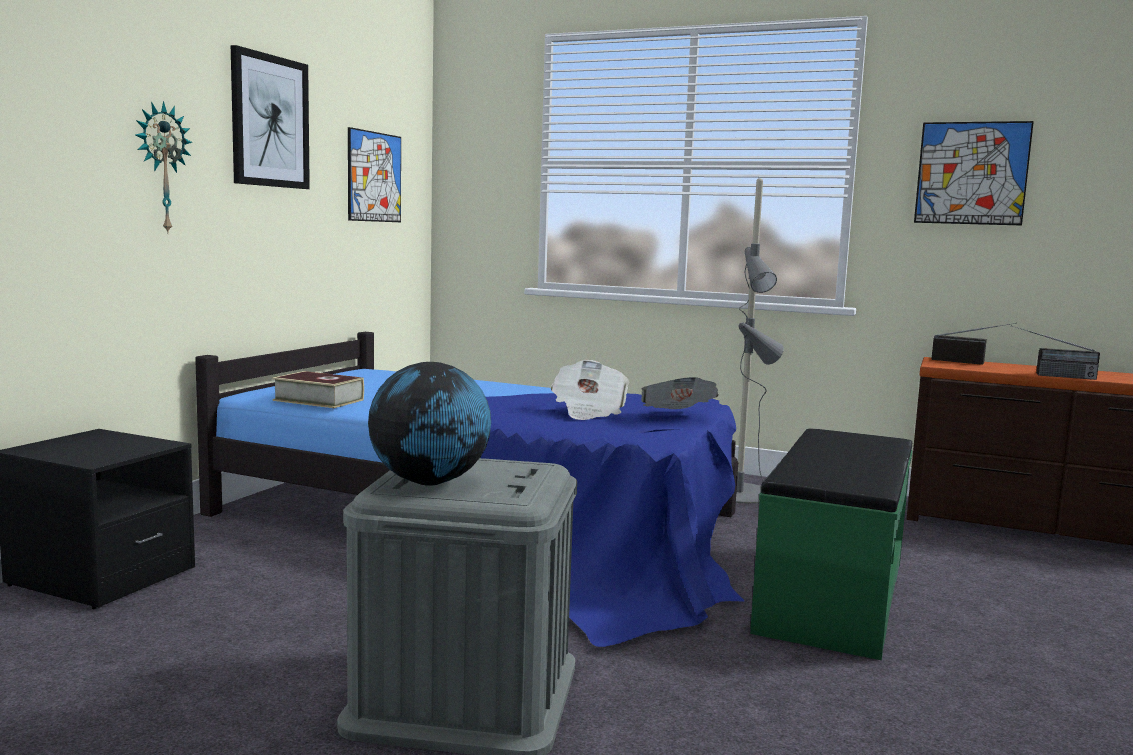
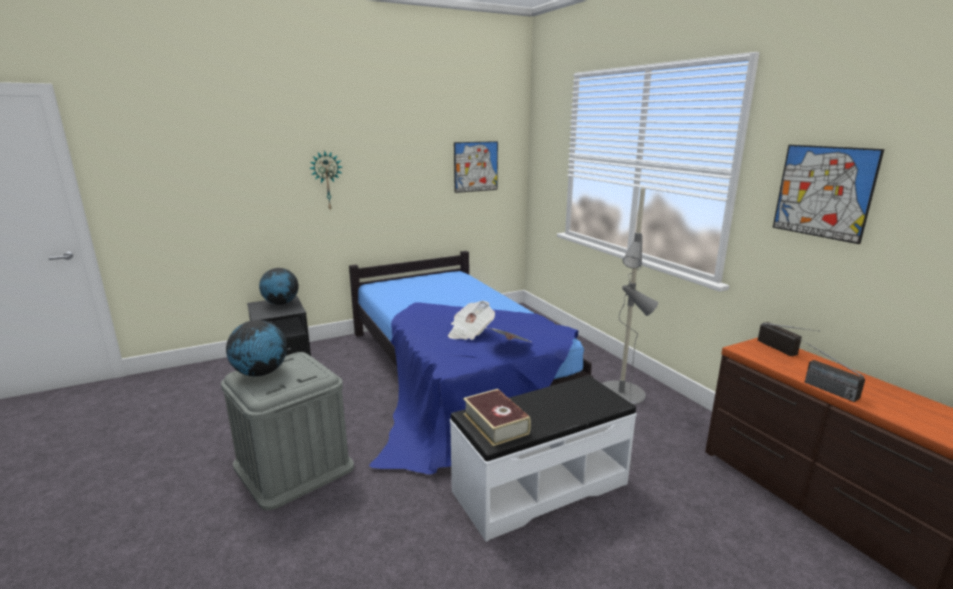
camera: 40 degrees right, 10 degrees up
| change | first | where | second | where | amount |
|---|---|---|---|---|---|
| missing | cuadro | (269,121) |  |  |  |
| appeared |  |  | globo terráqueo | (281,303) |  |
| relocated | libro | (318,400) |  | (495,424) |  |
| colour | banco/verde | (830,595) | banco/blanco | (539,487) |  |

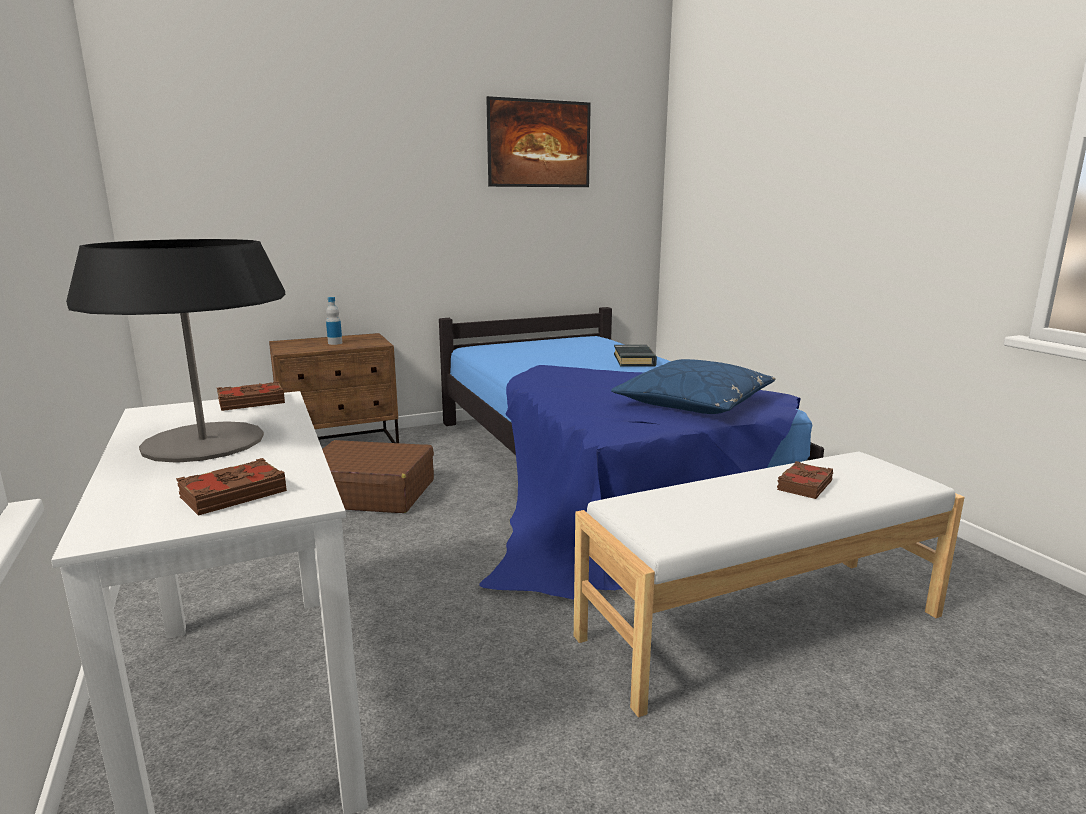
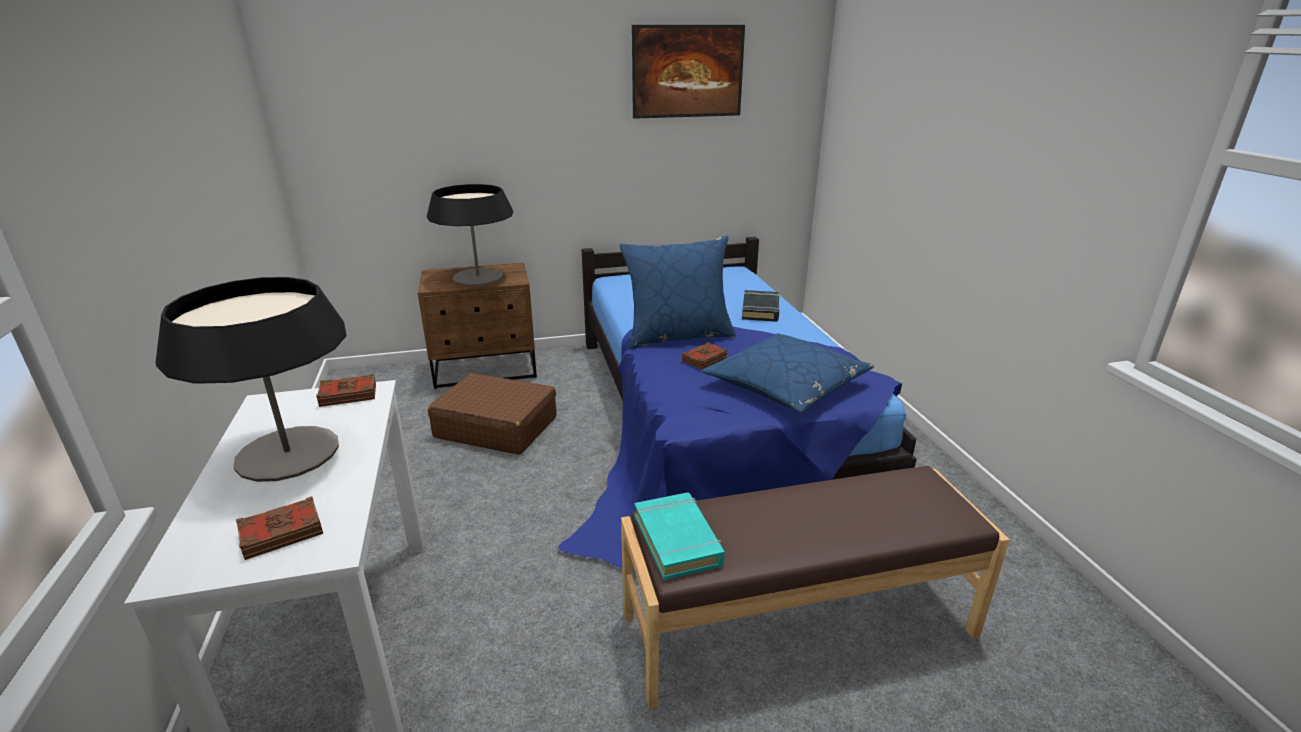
camera: 10 degrees right, 10 degrees up
| change | first | where | second | where | amount |
|---|---|---|---|---|---|
| appeared |  |  | cojín/azul | (678,336) |  |
| appeared |  |  | libro/turquesa | (678,540) |  |
| relocated | libro/marrón | (803,485) |  | (703,359) |  |
| exchanged | botella | (335,343) | lámpara de mesa | (478,277) |  |
| colour | banco/blanco | (760,625) | banco/marrón | (797,623) |  |

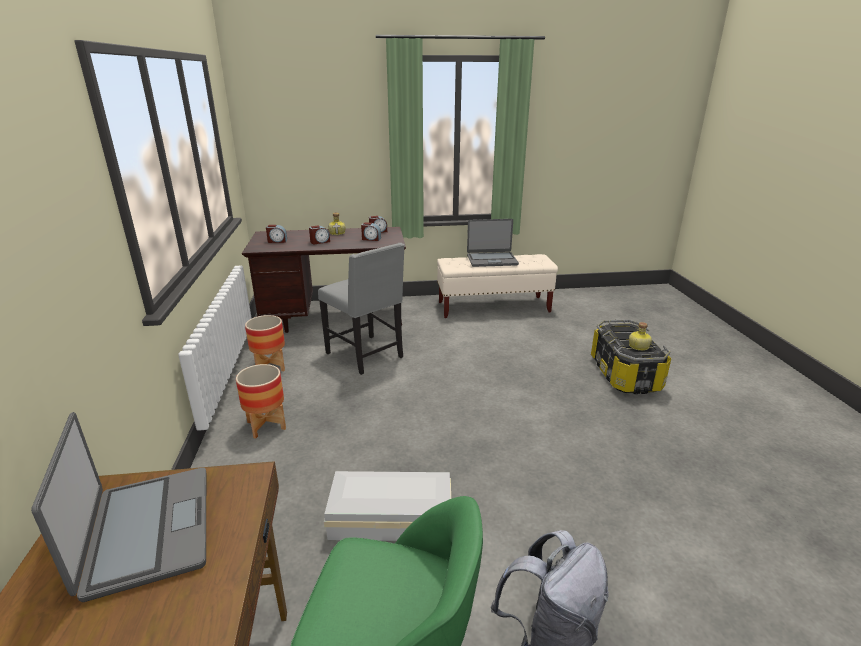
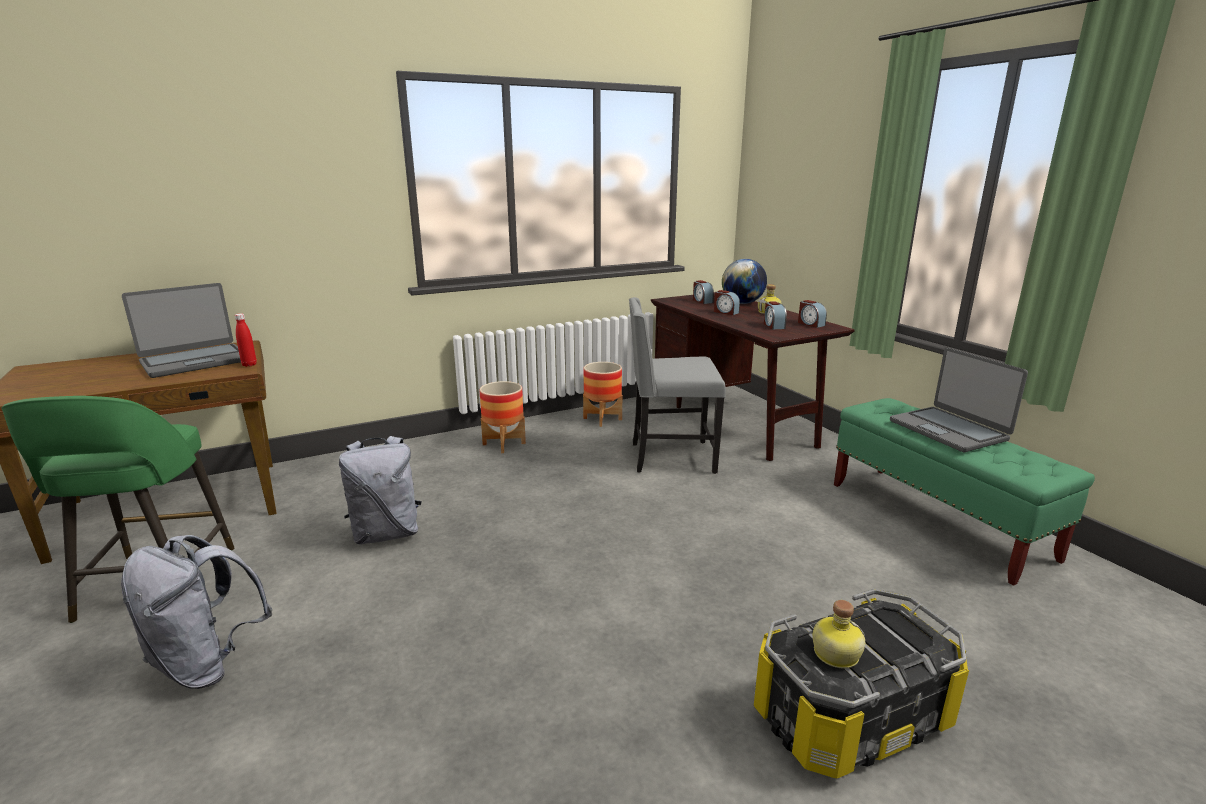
camera: 70 degrees right, 5 degrees down
| change | first | where | second | where | amount |
|---|---|---|---|---|---|
| appeared |  |  | botella/rojo | (249,365) |  |
| appeared |  |  | globo terráqueo | (742,303) |  |
| exchanged | caja de almacenaje/blanco | (389,516) | mochila/gris | (387,533) |  |
| colour | banco/beis | (494,307) | banco/verde | (937,520) |  |
| spun | silla/gris | (366,355) |  | (670,457) | 60 degrees clockwise |

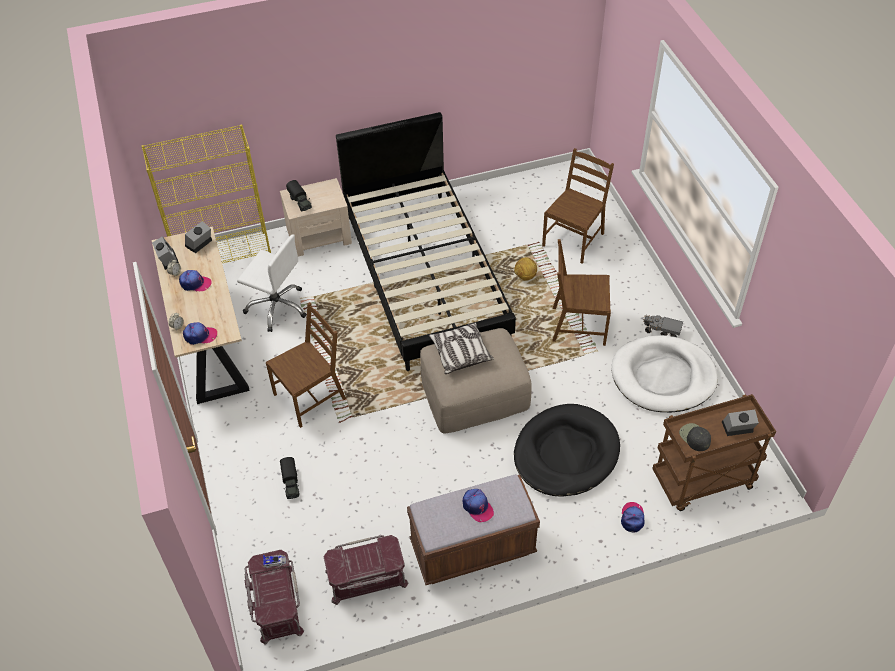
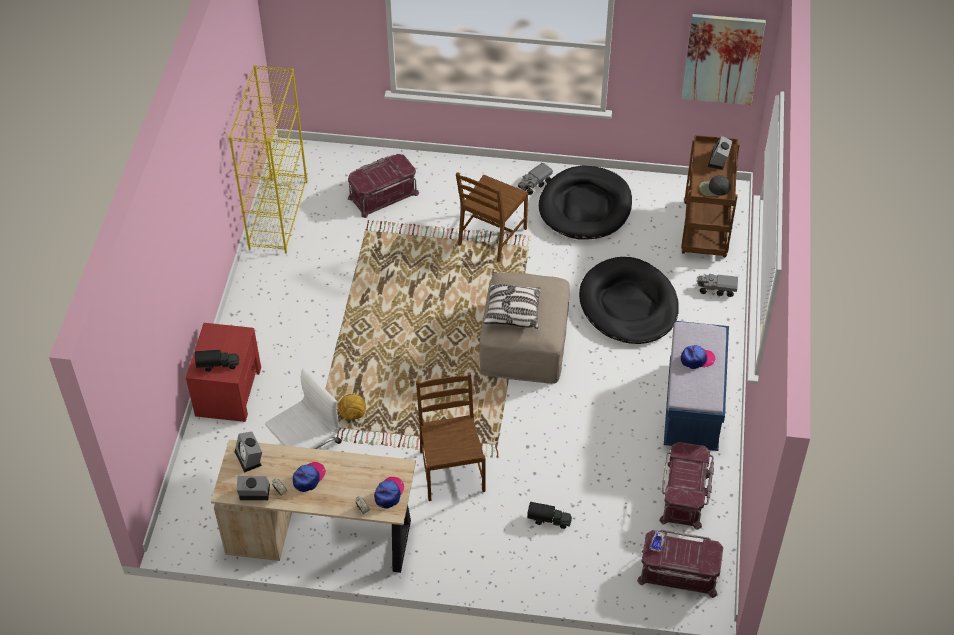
camera: 65 degrees left, 0 degrees up
| change | first | where | second | where | amount |
|---|---|---|---|---|---|
| missing | cama/negro | (425,276) |  |  |  |
| appeared |  |  | cuadro | (722,59) |  |
| relocated | estantería/amarillo | (223,254) |  | (278,214) |  |
| relocated | balón de fútbol | (525,277) |  | (353,415) |  |
| exchanged | silla/marrón | (574,239) | caja de almacenaje/rojo | (383,195) |  |
| exchanged | gorra | (632,518) | camión de juguete | (716,289) |  |
| colour | mesita de noche/beis | (319,236) | mesita de noche/rojo | (228,390) |  |
| colour | banco/marrón | (472,549) | banco/azul | (693,407) |  |
| colour | cama para perro/blanco | (663,377) | cama para perro/negro | (585,206) |  |

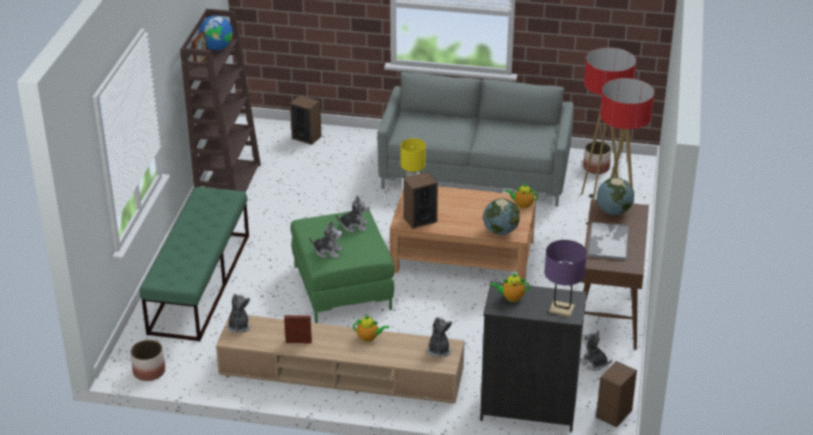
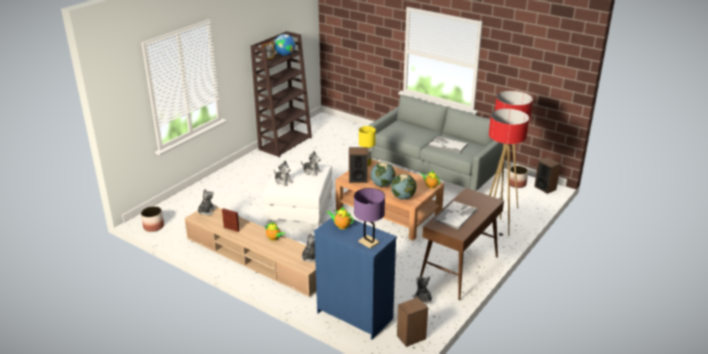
camera: 25 degrees right, 5 degrees down
| change | first | where | second | where | amount |
|---|---|---|---|---|---|
| missing | banco/verde | (200,283) |  |  |  |
| appeared |  |  | bandeja | (447,145) |  |
| relocated | altavoz | (306,137) |  | (545,188) |  |
| relocated | globo terráqueo | (613,211) |  | (382,185) |  |
| colour | puf/verde | (342,287) | puf/blanco | (300,211) |  |
| colour | cómoda/negro | (528,408) | cómoda/azul | (355,315) |  |

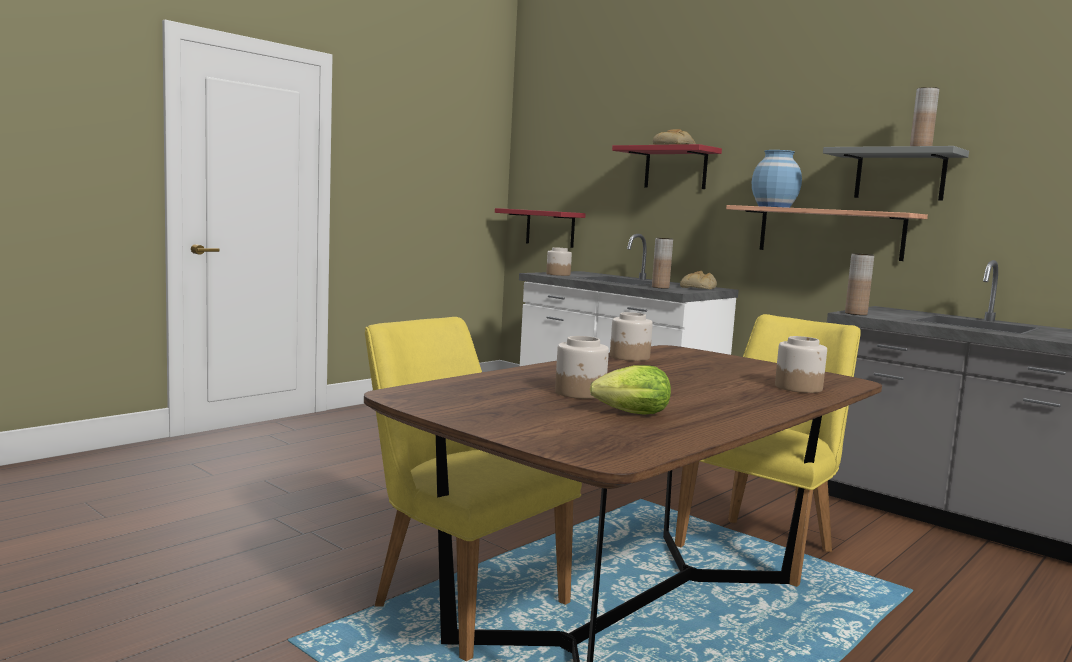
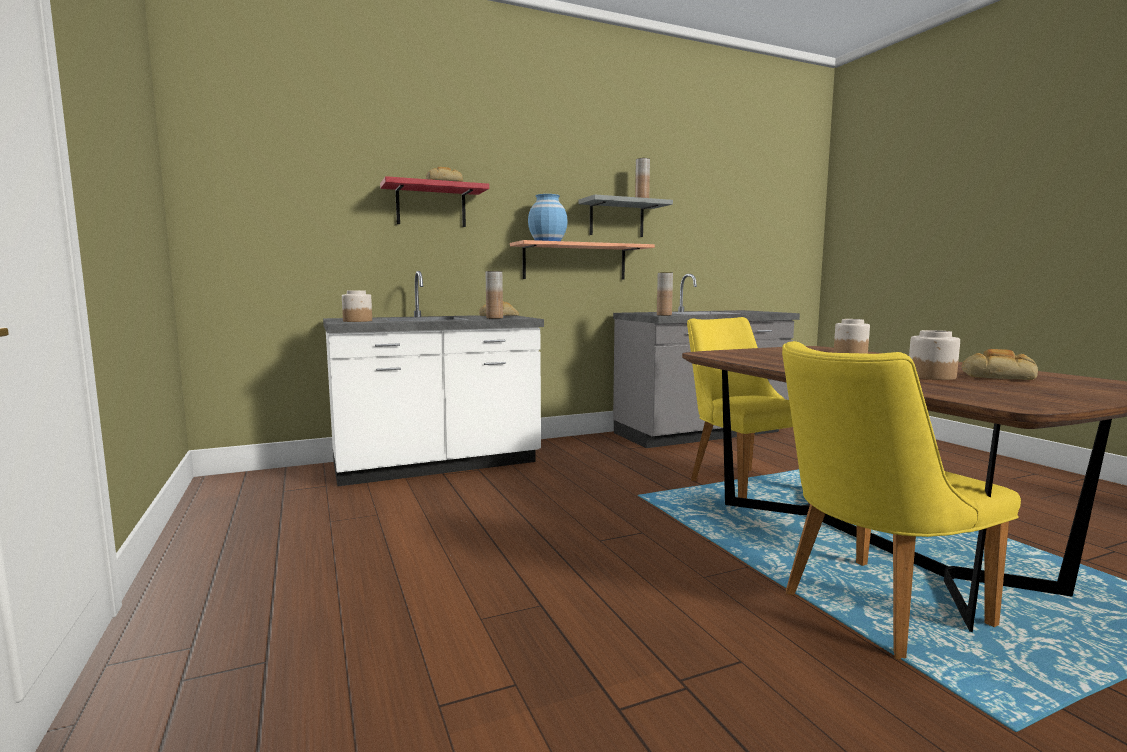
camera: 65 degrees left, 0 degrees up
| change | first | where | second | where | amount |
|---|---|---|---|---|---|
| missing | estante/rojo | (550,228) |  |  |  |
| missing | tarro | (629,357) |  |  |  |
| exchanged | lechuga | (628,414) | pan | (998,376) |  |

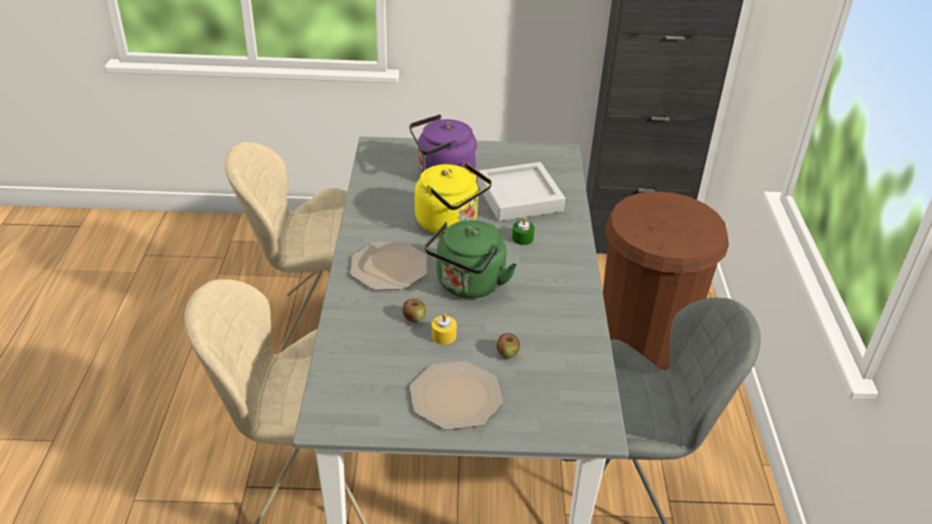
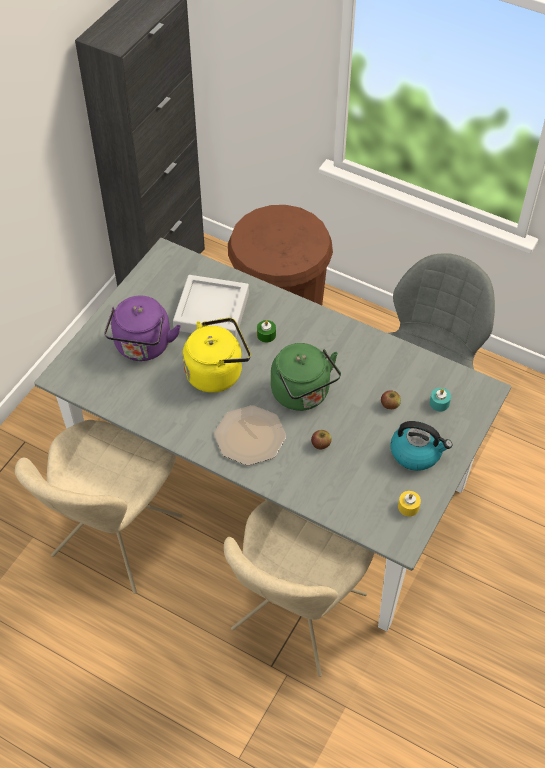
camera: 60 degrees left, 15 degrees up
| change | first | where | second | where | amount |
|---|---|---|---|---|---|
| appeared |  |  | vela/turquesa | (439,403) |  |
| relocated | vela/amarillo | (443,336) |  | (408,507) |  |
| exchanged | plato | (456,396) | hervidor | (416,453) |  |

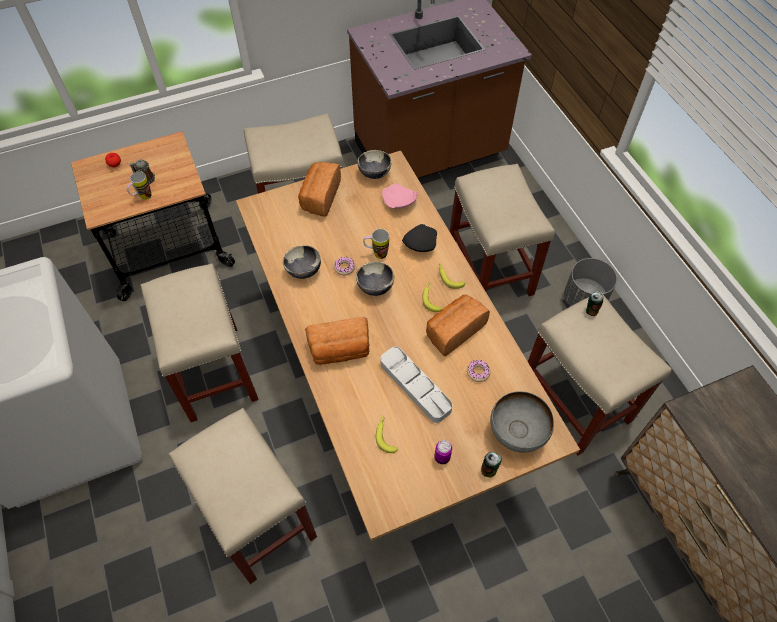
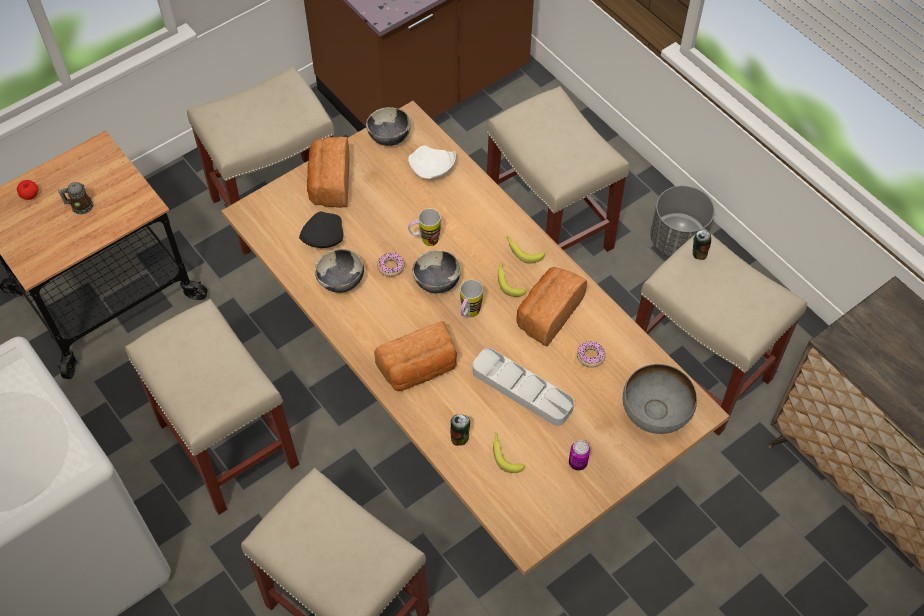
camera: 15 degrees left, 0 degrees up
| change | first | where | second | where | amount |
|---|---|---|---|---|---|
| relocated | taza grande | (142,198) |  | (468,314) |  |
| relocated | plato/negro | (419,244) |  | (322,238) |  |
| relocated | lata | (489,469) |  | (460,437) |  |
| colour | plato/rosa | (398,202) | plato/blanco | (432,169) |  |

